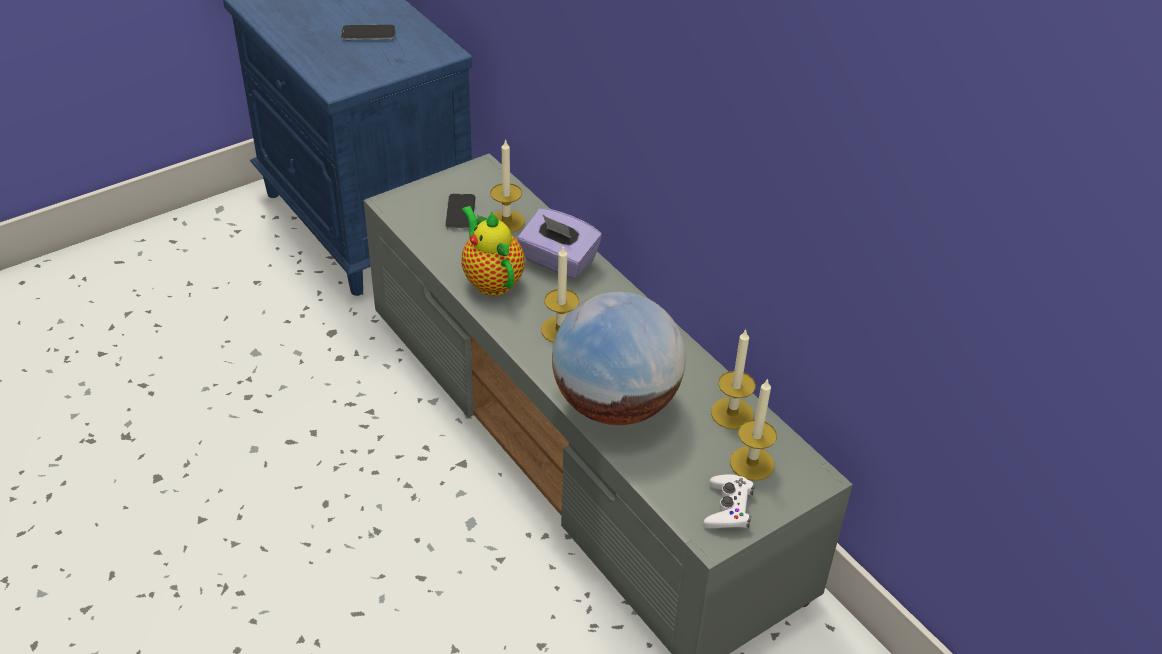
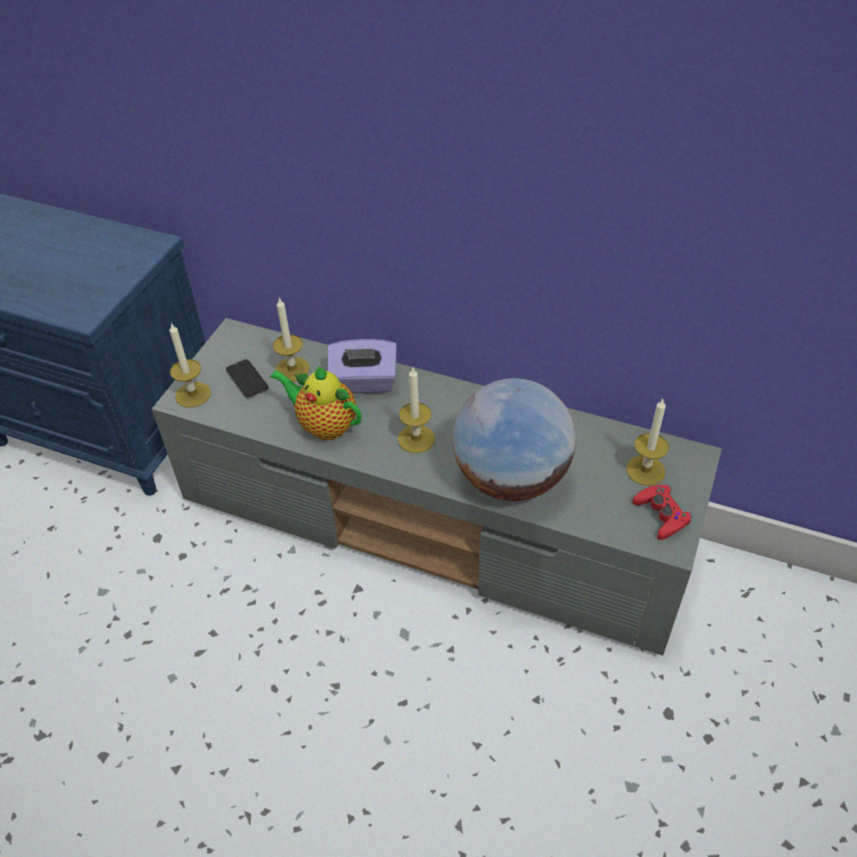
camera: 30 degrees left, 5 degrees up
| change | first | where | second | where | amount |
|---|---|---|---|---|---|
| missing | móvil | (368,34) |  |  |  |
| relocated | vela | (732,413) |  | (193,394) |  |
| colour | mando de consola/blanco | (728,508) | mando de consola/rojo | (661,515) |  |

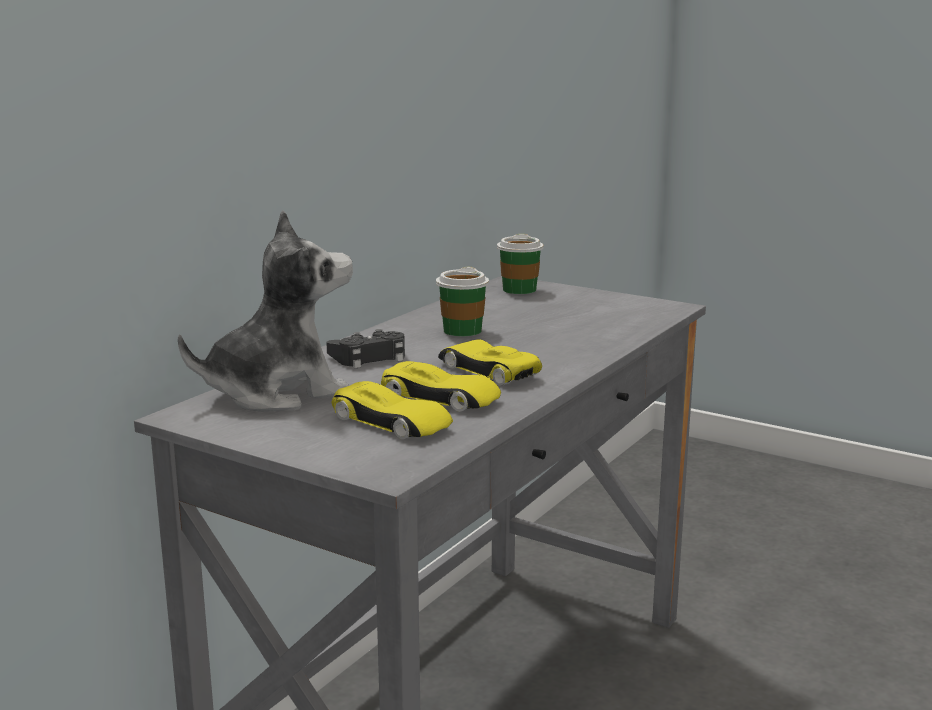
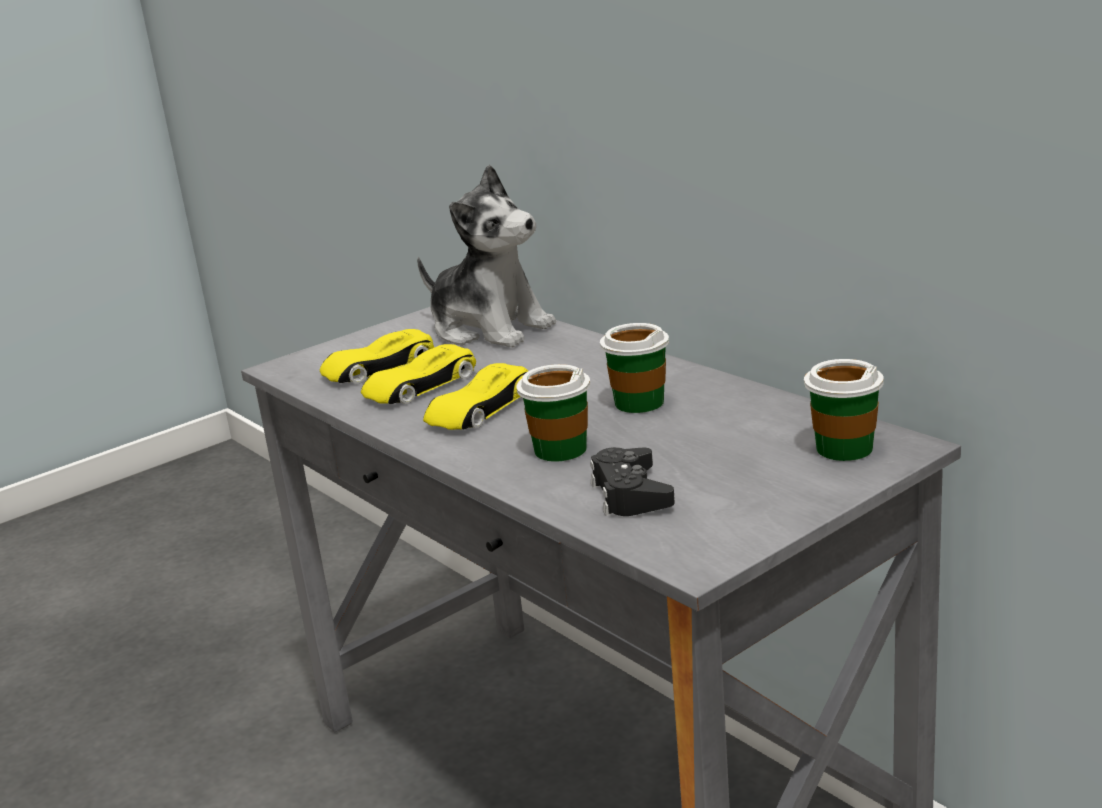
camera: 110 degrees right, 5 degrees up
| change | first | where | second | where | amount |
|---|---|---|---|---|---|
| appeared |  |  | taza | (560,449) |  |
| relocated | mando de consola/negro | (370,357) |  | (630,493) |  |
| spun | peluche | (277,393) |  | (490,328) | 45 degrees counterclockwise |
| spun | coche de juguete/amarillo | (488,371) |  | (480,409) | 150 degrees clockwise |

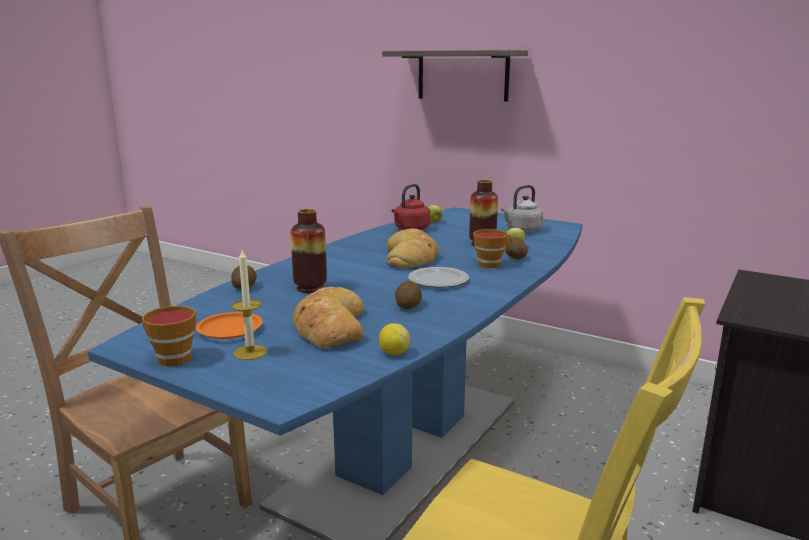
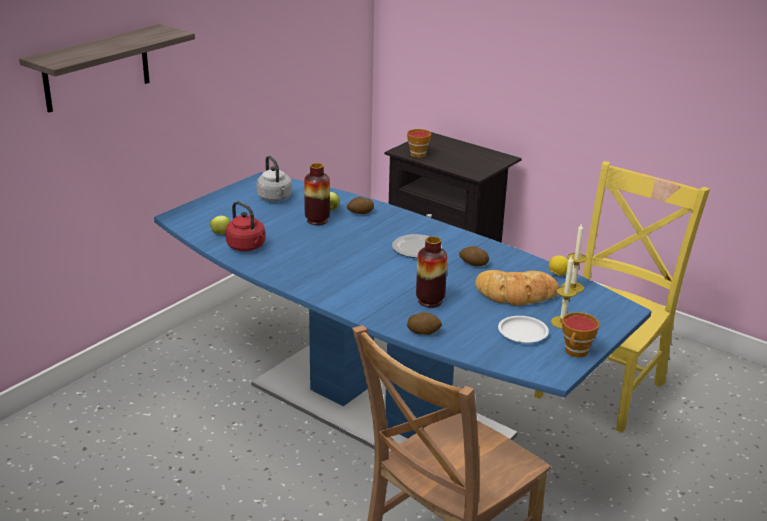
camera: 85 degrees left, 10 degrees up
| change | first | where | second | where | amount |
|---|---|---|---|---|---|
| missing | pan | (411,257) |  |  |  |
| appeared |  |  | vela | (573,287) |  |
| relocated | taza | (492,264) |  | (417,154) |  |
| colour | plato/naranja | (230,329) | plato/blanco | (522,332) |  |

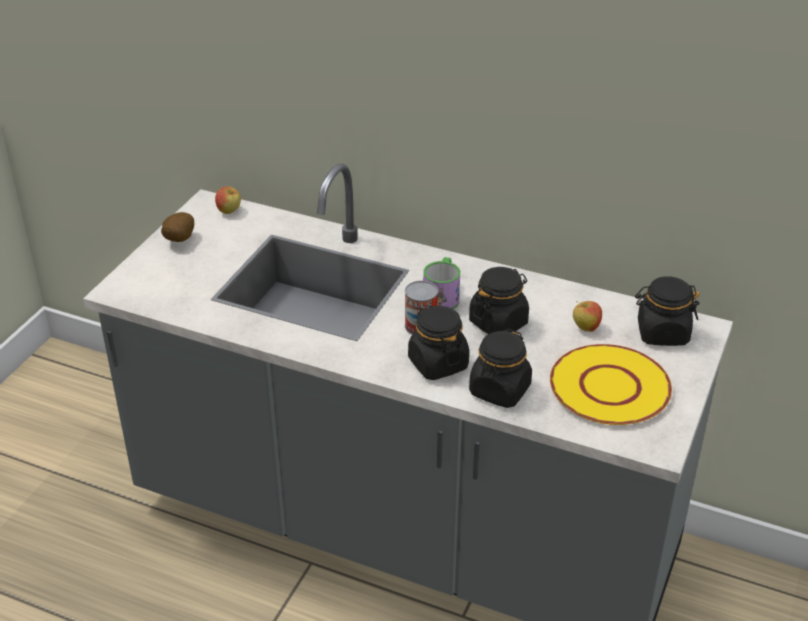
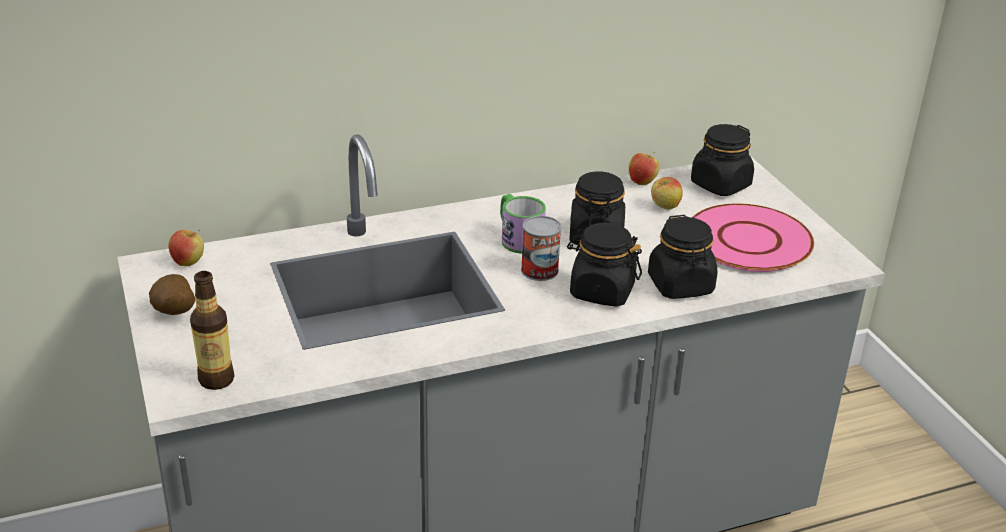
camera: 45 degrees left, 5 degrees down
| change | first | where | second | where | amount |
|---|---|---|---|---|---|
| appeared |  |  | botella | (216,380) |  |
| appeared |  |  | manzana | (642,182) |  |
| colour | plato/amarillo | (609,387) | plato/rosa | (749,241) |  |

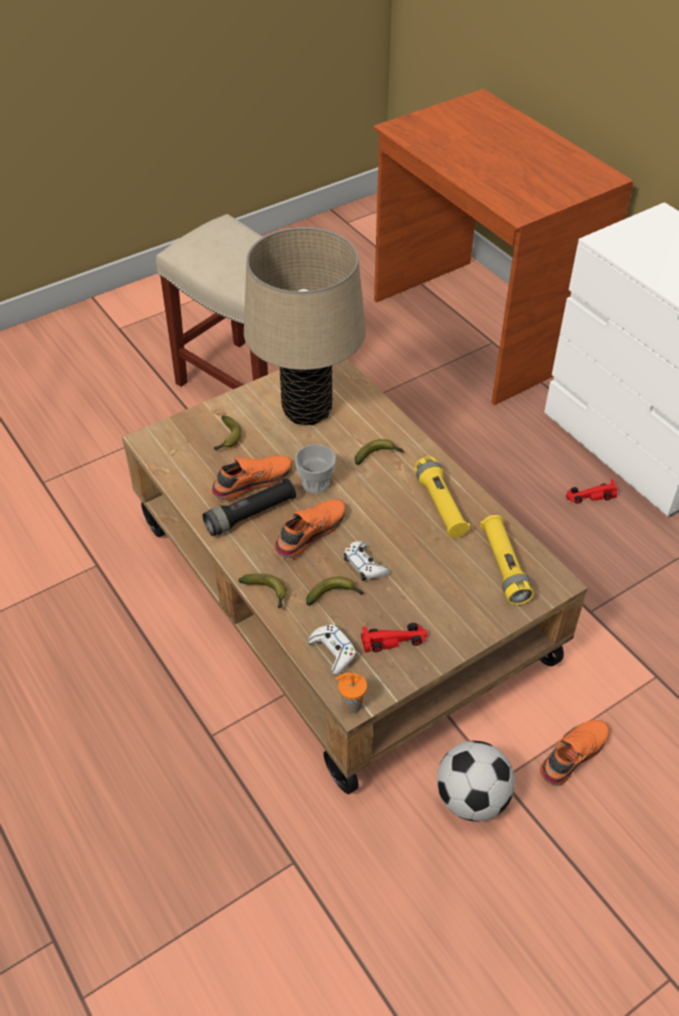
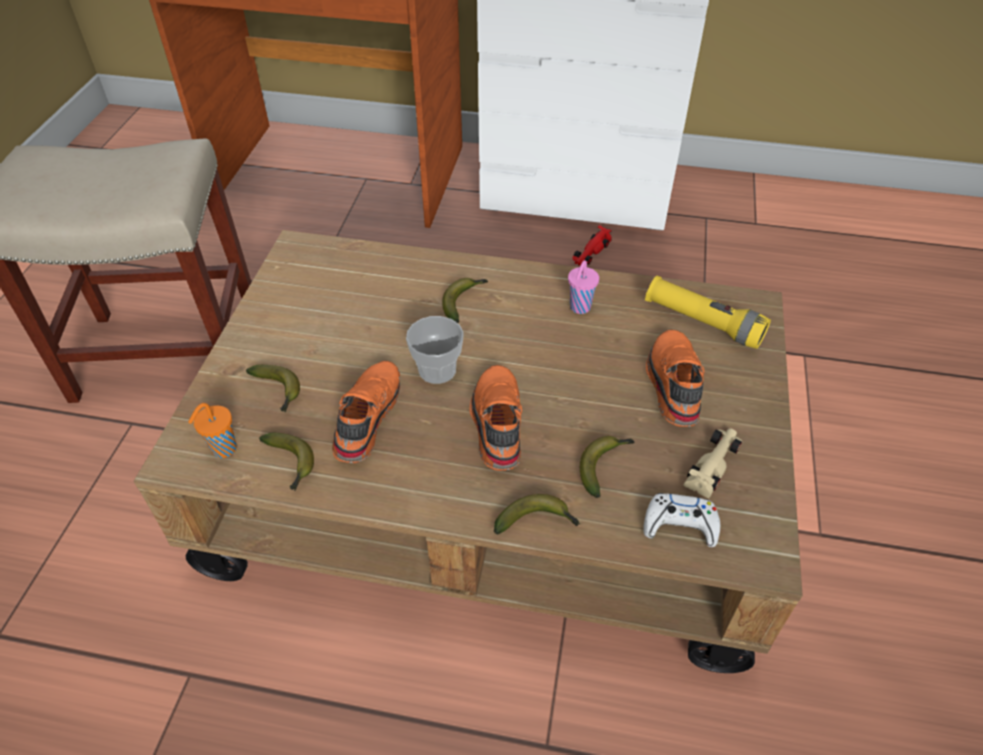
camera: 45 degrees left, 0 degrees up
| change | first | where | second | where | amount |
|---|---|---|---|---|---|
| missing | linterna/negro | (250,515) |  |  |  |
| missing | lámpara de mesa/beis | (307,410) |  |  |  |
| missing | mando de consola/blanco | (365,565) |  |  |  |
| missing | balón de fútbol | (472,799) |  |  |  |
| appeared |  |  | plátano | (291,464) |  |
| relocated | taza/naranja | (350,705) |  | (222,449) |  |
| relocated | zapato/naranja | (571,754) |  | (671,384) |  |
| exchanged | linterna/amarillo | (440,505) | taza/rosa | (579,308) |  |
| colour | coche de juguete/rojo | (394,640) | coche de juguete/beis | (713,463) |  |

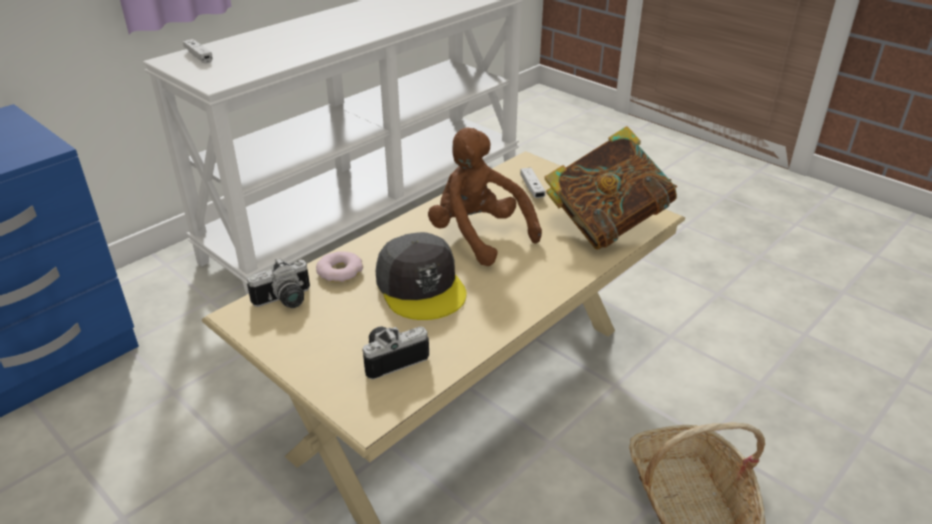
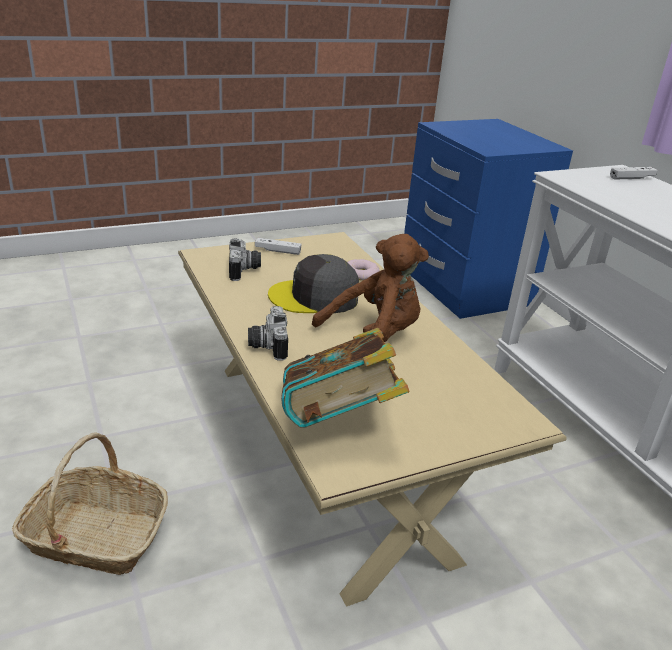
camera: 110 degrees right, 5 degrees down
| change | first | where | second | where | amount |
|---|---|---|---|---|---|
| relocated | cámara | (285,301) |  | (266,345) |  |
| relocated | mando de consola/blanco | (532,188) |  | (277,251) |  |

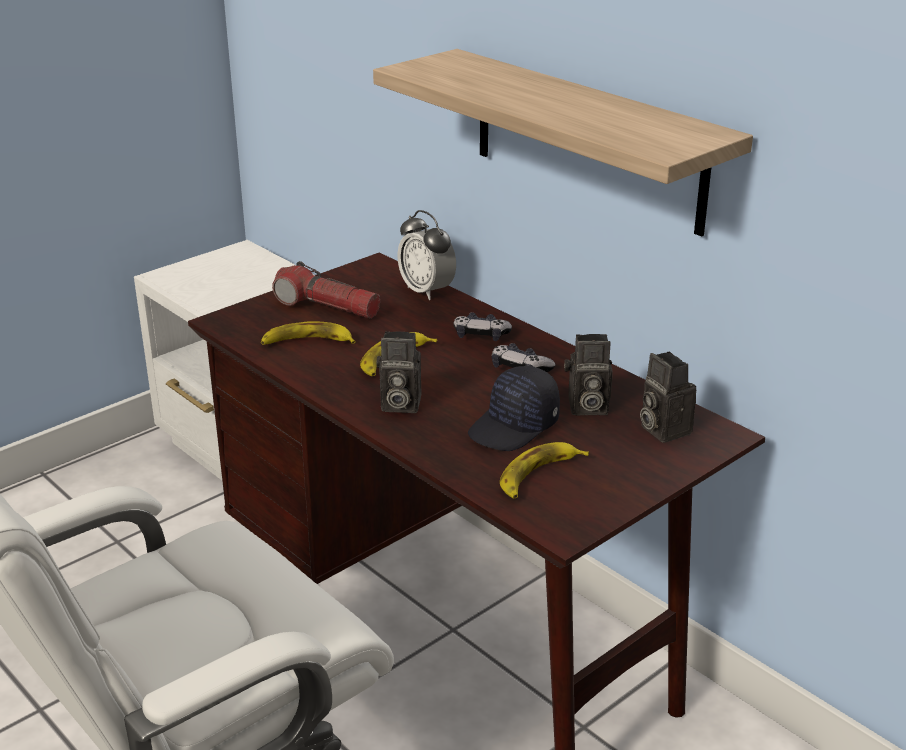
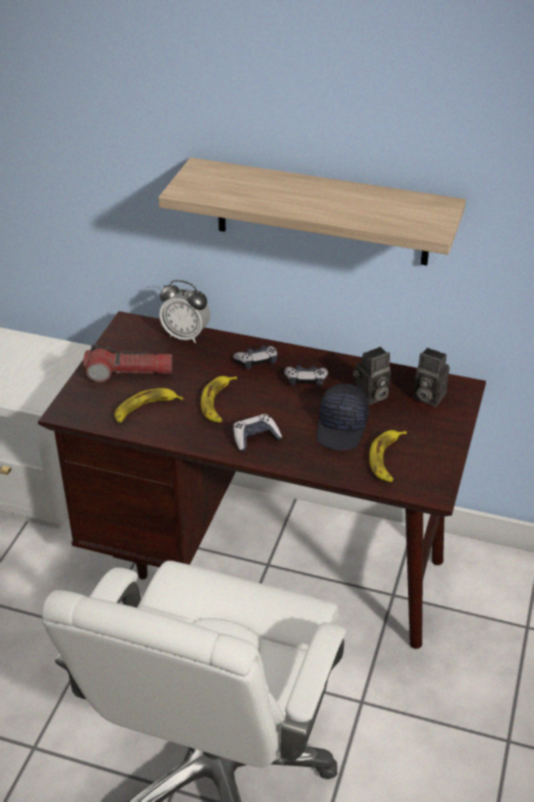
camera: 30 degrees left, 10 degrees up
| change | first | where | second | where | amount |
|---|---|---|---|---|---|
| exchanged | cámara | (398,404) | mando de consola | (255,438) |  |

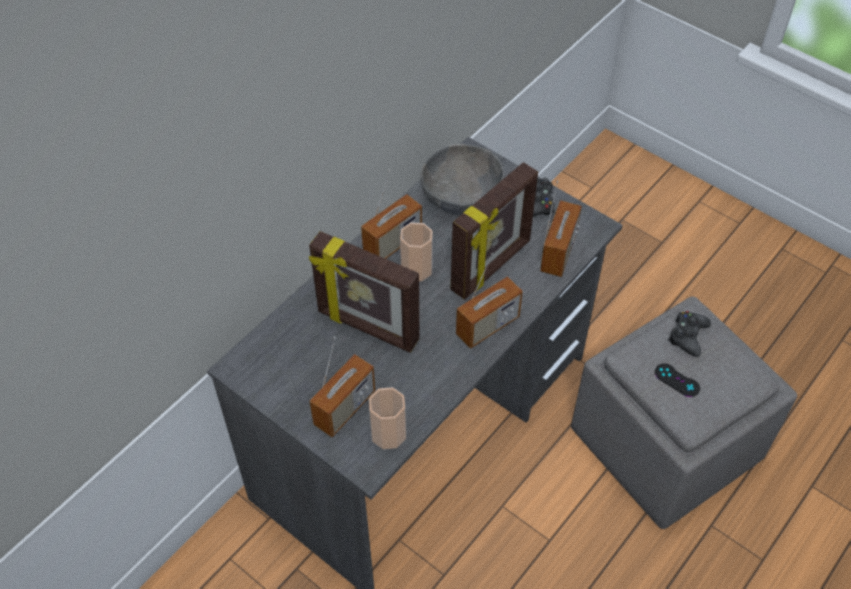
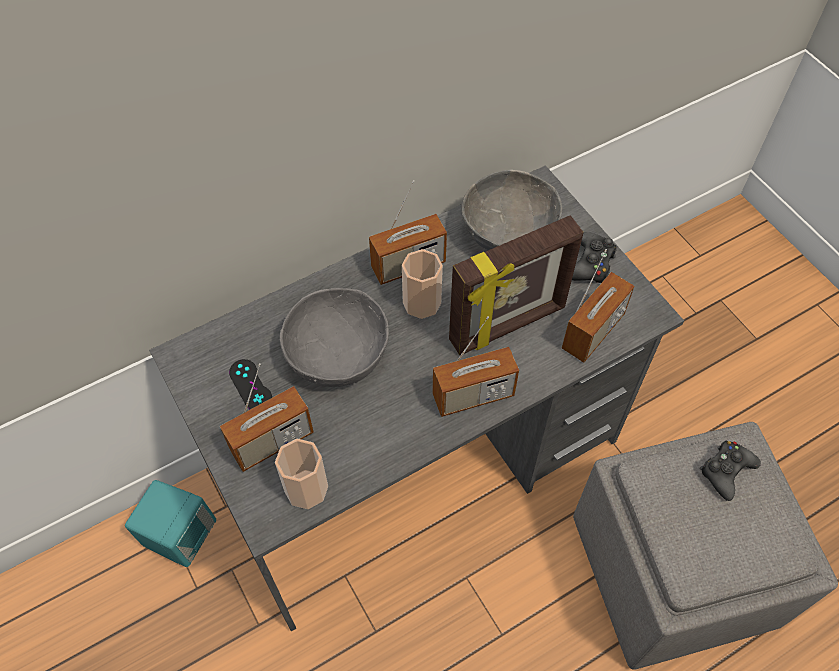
camera: 20 degrees right, 5 degrees up
| change | first | where | second | where | amount |
|---|---|---|---|---|---|
| appeared |  |  | altavoz/turquesa | (180,536) |  |
| relocated | mando de consola/negro | (677,380) |  | (250,385) |  |
| exchanged | portarretratos | (367,327) | cuenco/gris | (338,354) |  |

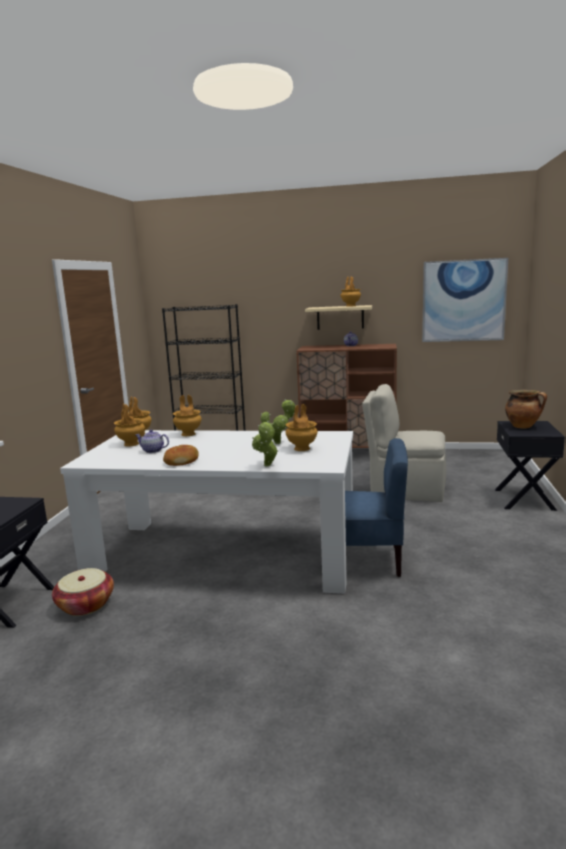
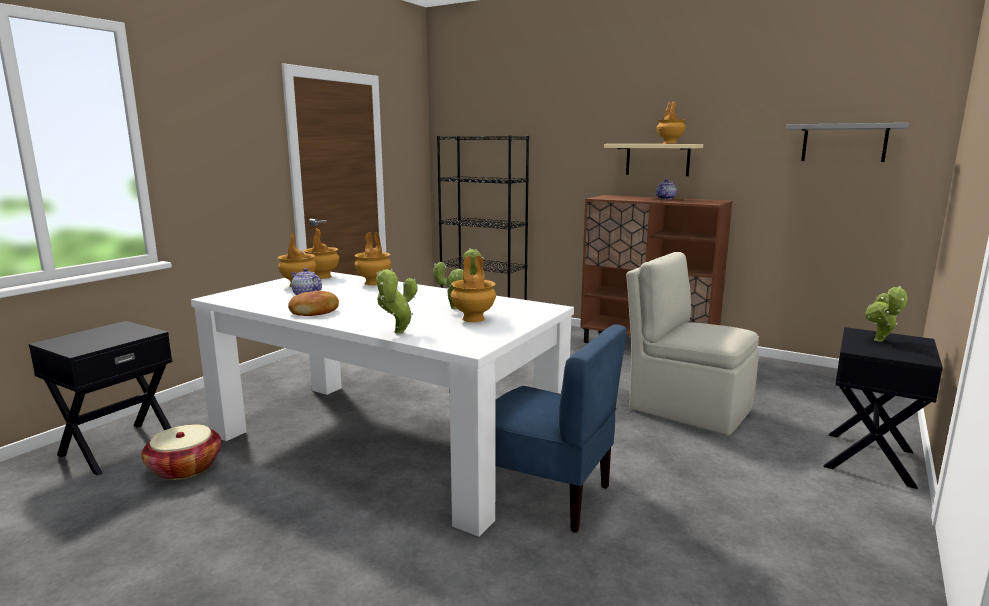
camera: 20 degrees right, 0 degrees up
| change | first | where | second | where | amount |
|---|---|---|---|---|---|
| exchanged | cuadro | (463,301) | estante/gris | (844,143) |  |
| exchanged | olla | (523,426) | planta en maceta | (880,341) |  |

